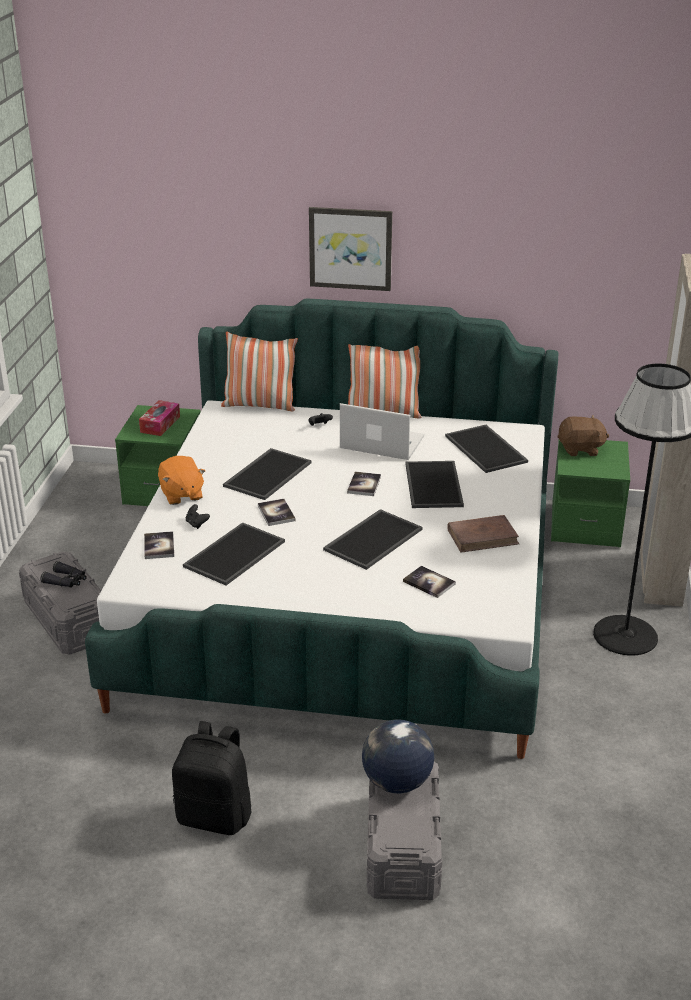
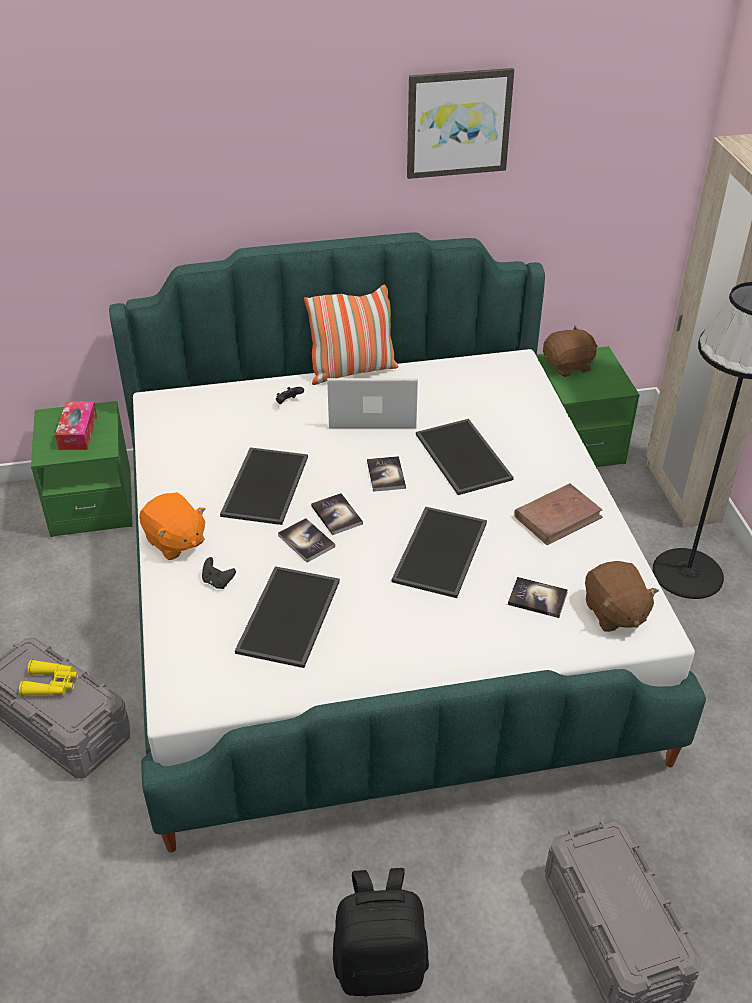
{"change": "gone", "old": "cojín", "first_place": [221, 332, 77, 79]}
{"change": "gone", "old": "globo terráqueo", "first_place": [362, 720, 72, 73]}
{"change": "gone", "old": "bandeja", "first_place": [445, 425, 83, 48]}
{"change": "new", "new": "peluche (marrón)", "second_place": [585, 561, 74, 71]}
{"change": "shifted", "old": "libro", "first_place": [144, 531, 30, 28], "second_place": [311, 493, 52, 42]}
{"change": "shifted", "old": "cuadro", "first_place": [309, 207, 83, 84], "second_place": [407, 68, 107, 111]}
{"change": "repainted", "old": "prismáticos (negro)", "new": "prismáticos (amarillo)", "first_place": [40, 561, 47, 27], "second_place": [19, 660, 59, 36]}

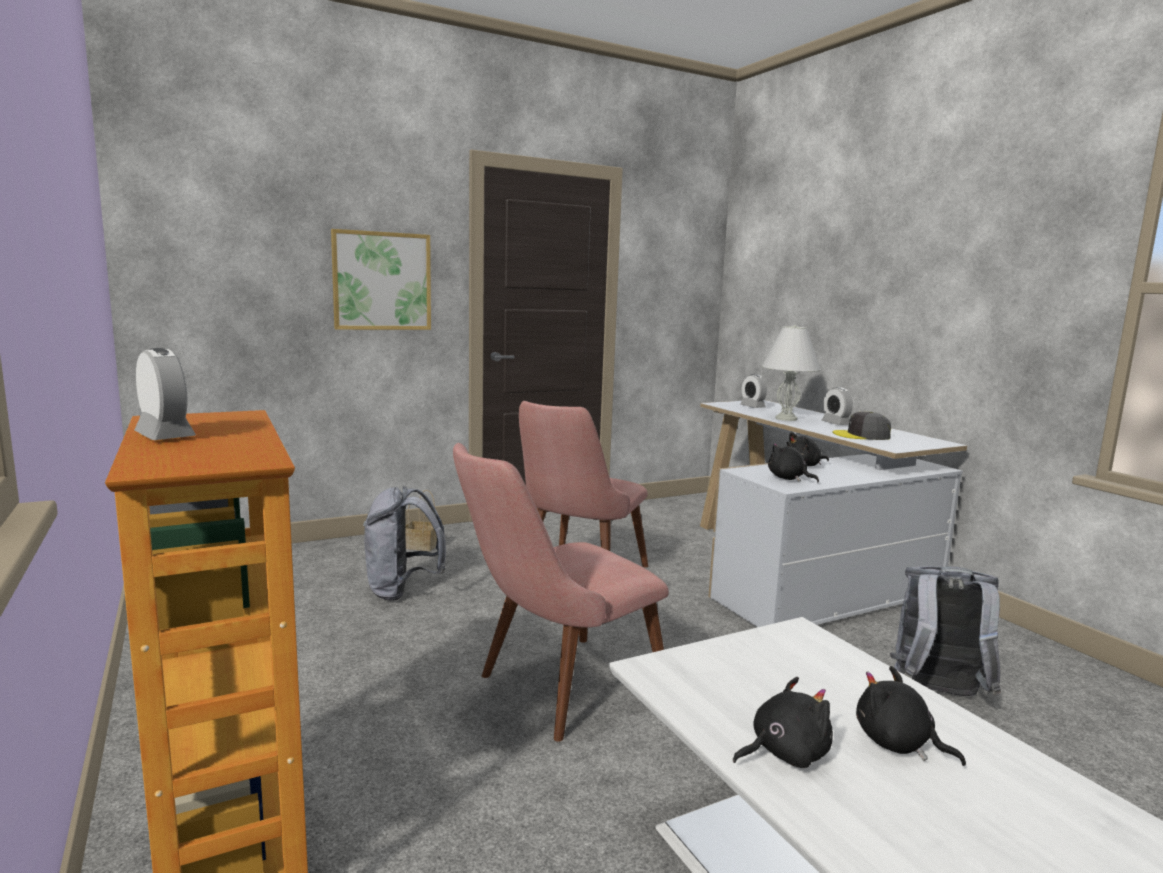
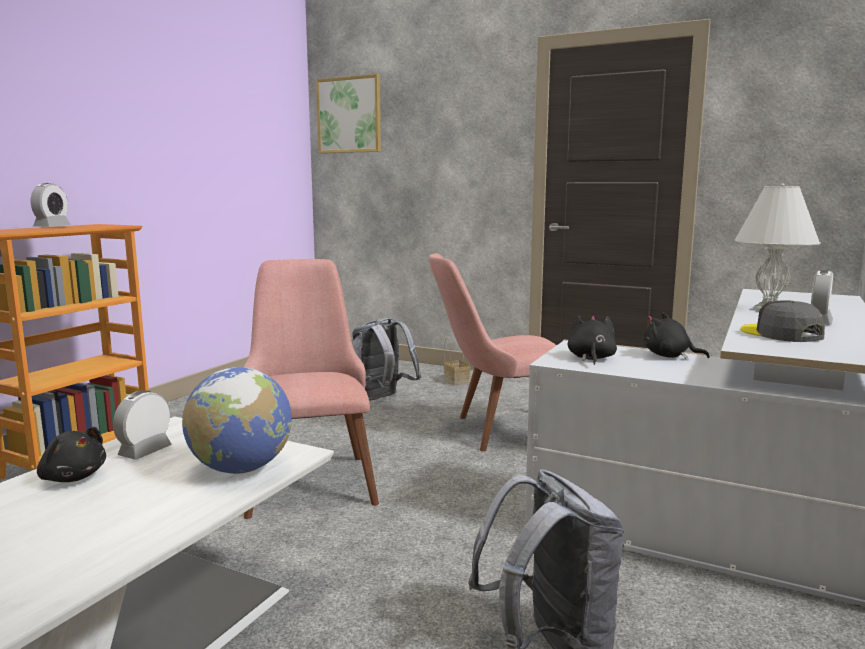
{"change": "gone", "old": "peluche (negro)", "first_place": [856, 666, 110, 100]}
{"change": "new", "new": "globo terráqueo", "second_place": [182, 367, 110, 107]}
{"change": "shifted", "old": "cuadro", "first_place": [331, 229, 100, 101], "second_place": [316, 74, 65, 79]}
{"change": "shifted", "old": "despertador", "first_place": [740, 374, 27, 34], "second_place": [113, 390, 59, 70]}
{"change": "rotated", "old": "silla (rosa)", "first_place": [453, 443, 216, 299], "second_place": [243, 259, 136, 260], "degrees": 60}

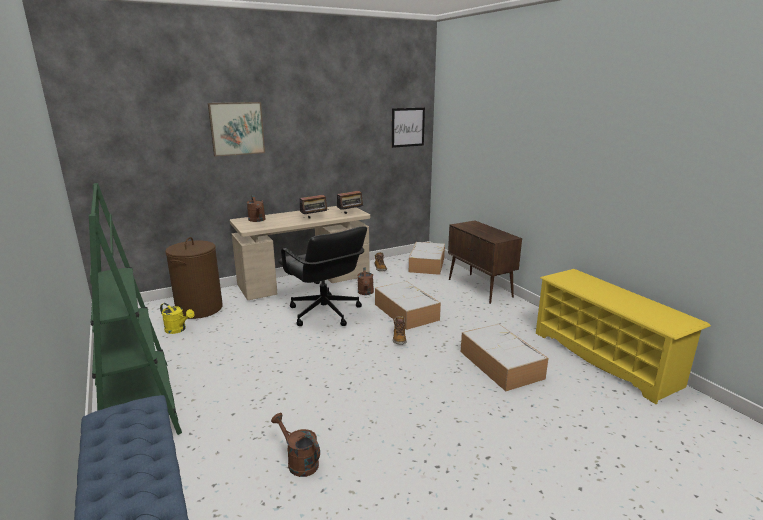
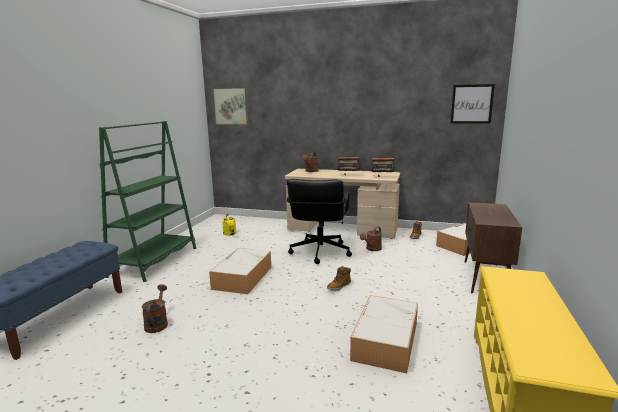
{"change": "gone", "old": "cesto de la ropa (marrón)", "first_place": [165, 237, 58, 82]}
{"change": "shifted", "old": "cuadro", "first_place": [208, 102, 57, 55], "second_place": [212, 87, 37, 38]}
{"change": "shifted", "old": "caja de almacenaje", "first_place": [375, 281, 66, 49], "second_place": [209, 248, 62, 46]}

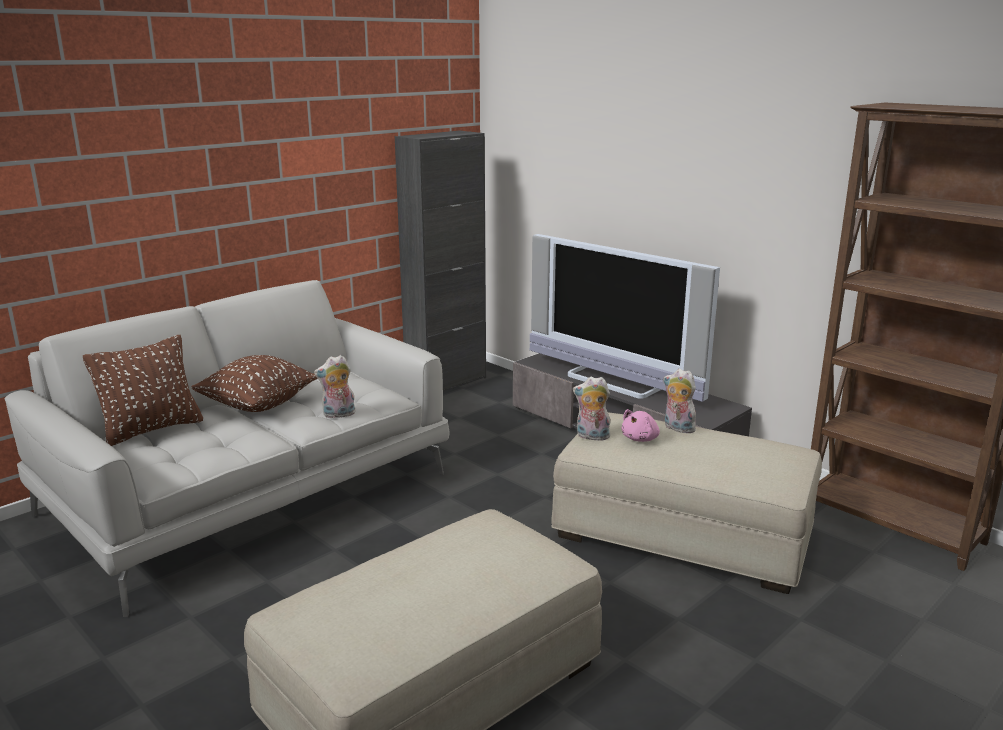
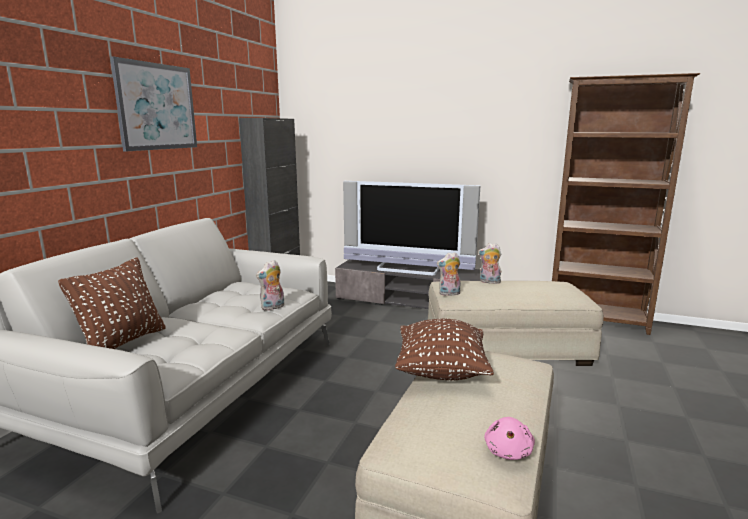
{"change": "new", "new": "cuadro", "second_place": [110, 56, 87, 95]}
{"change": "shifted", "old": "cojín (marrón)", "first_place": [191, 355, 127, 57], "second_place": [395, 319, 99, 61]}
{"change": "shifted", "old": "peluche (rosa)", "first_place": [621, 409, 39, 33], "second_place": [484, 417, 51, 43]}

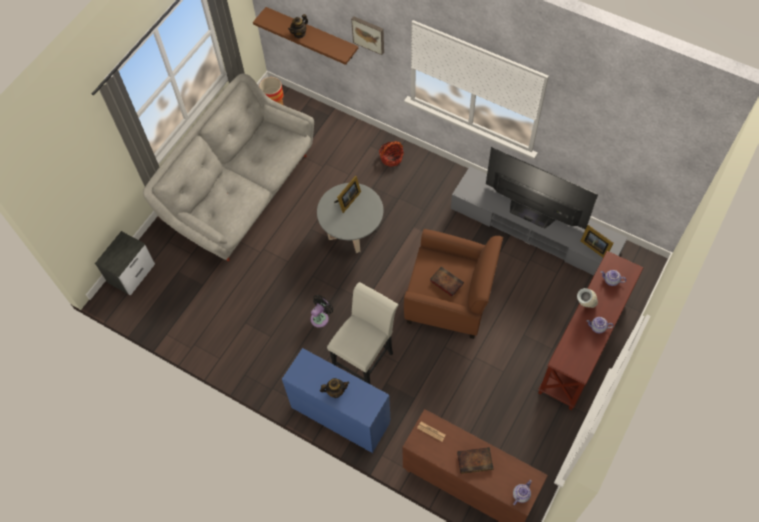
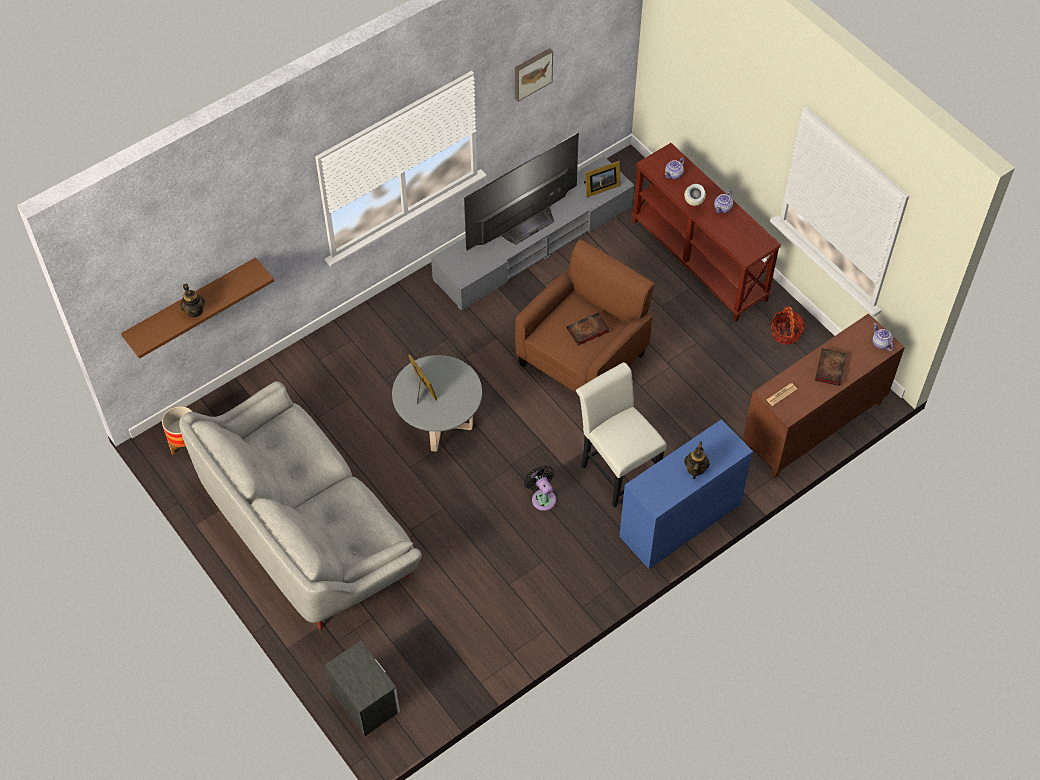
{"change": "shifted", "old": "cuadro", "first_place": [351, 16, 33, 39], "second_place": [515, 48, 38, 53]}
{"change": "shifted", "old": "cesta", "first_place": [379, 141, 25, 26], "second_place": [771, 306, 34, 39]}

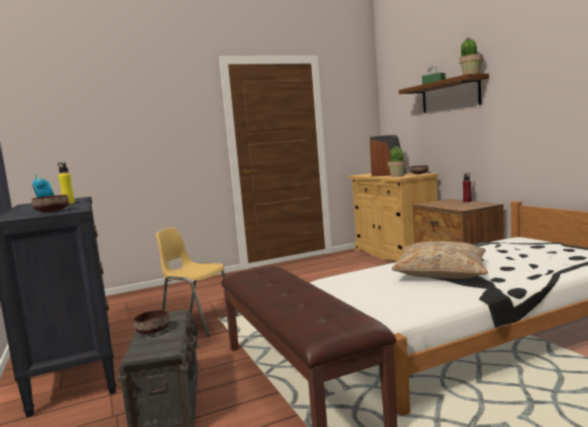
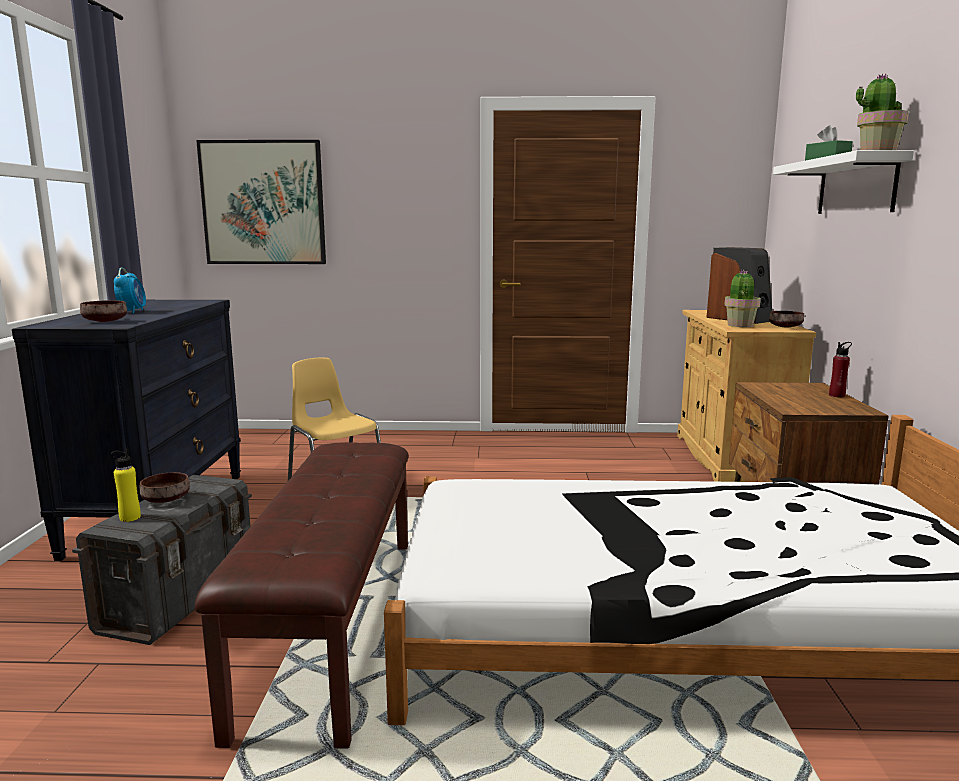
{"change": "gone", "old": "cojín (beis)", "first_place": [392, 241, 96, 38]}
{"change": "new", "new": "cuadro", "second_place": [196, 140, 130, 124]}
{"change": "shifted", "old": "botella (amarillo)", "first_place": [58, 163, 17, 41], "second_place": [111, 449, 30, 73]}
{"change": "repainted", "old": "estante (marrón)", "new": "estante (blanco)", "first_place": [399, 74, 90, 39], "second_place": [773, 150, 141, 64]}

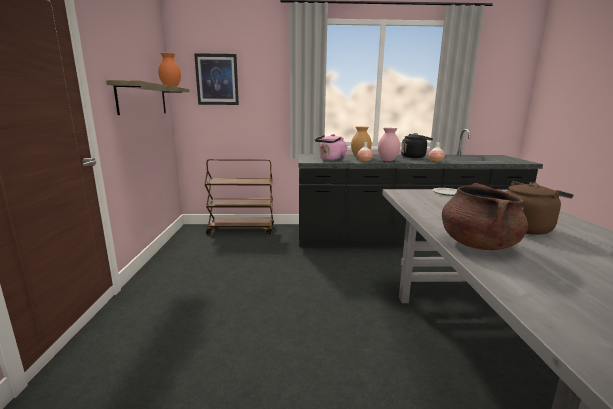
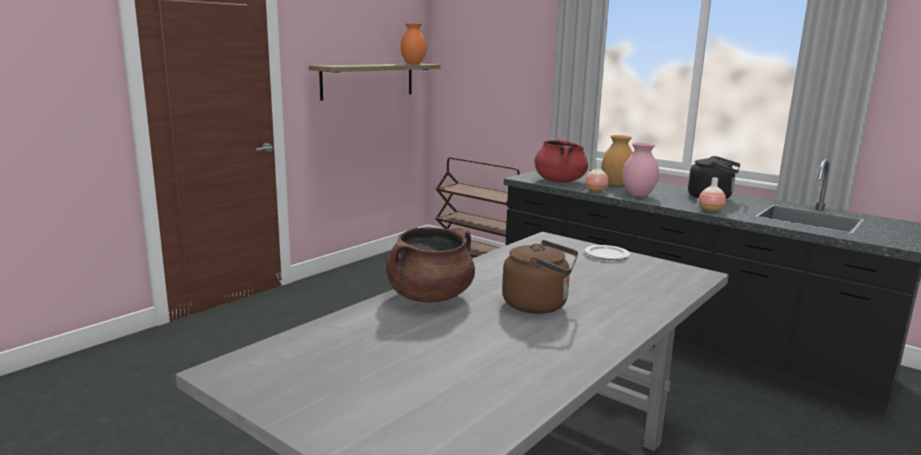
{"change": "gone", "old": "cuadro", "first_place": [194, 53, 45, 52]}
{"change": "swapped", "old": "hervidor (rosa)", "new": "olla (rojo)", "first_place": [315, 134, 33, 27], "second_place": [534, 138, 54, 45]}

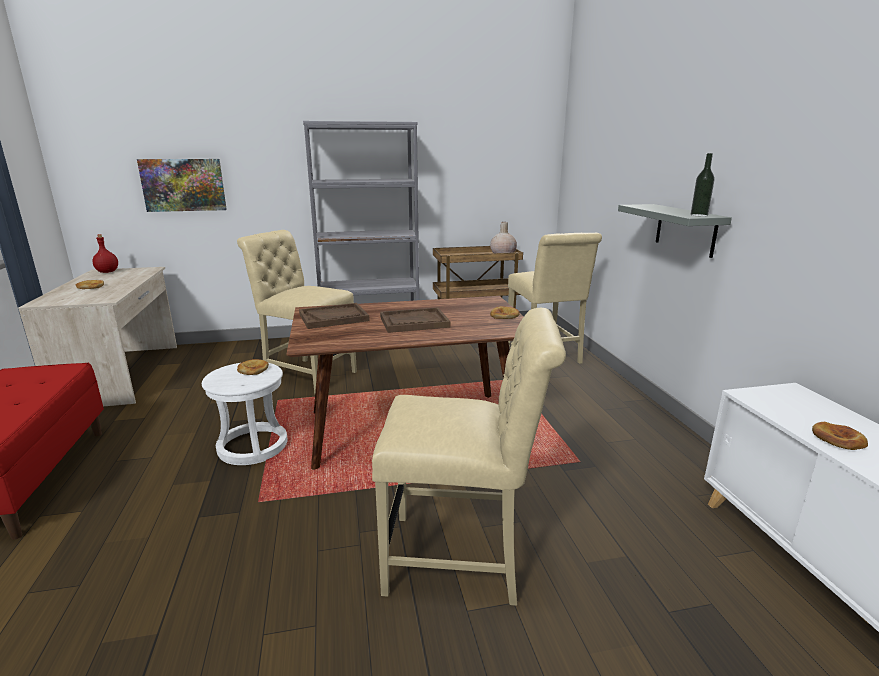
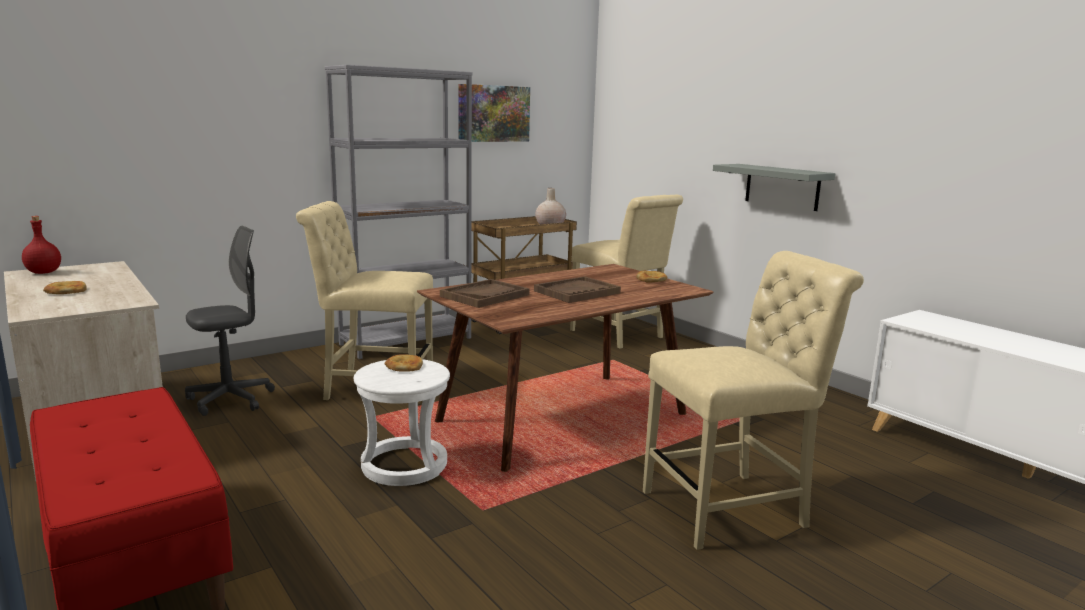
{"change": "gone", "old": "botella", "first_place": [691, 153, 24, 64]}
{"change": "gone", "old": "pan", "first_place": [812, 422, 56, 28]}
{"change": "new", "new": "silla de oficina (gris)", "second_place": [185, 226, 90, 190]}
{"change": "shifted", "old": "cuadro", "first_place": [137, 159, 90, 53], "second_place": [458, 84, 72, 58]}

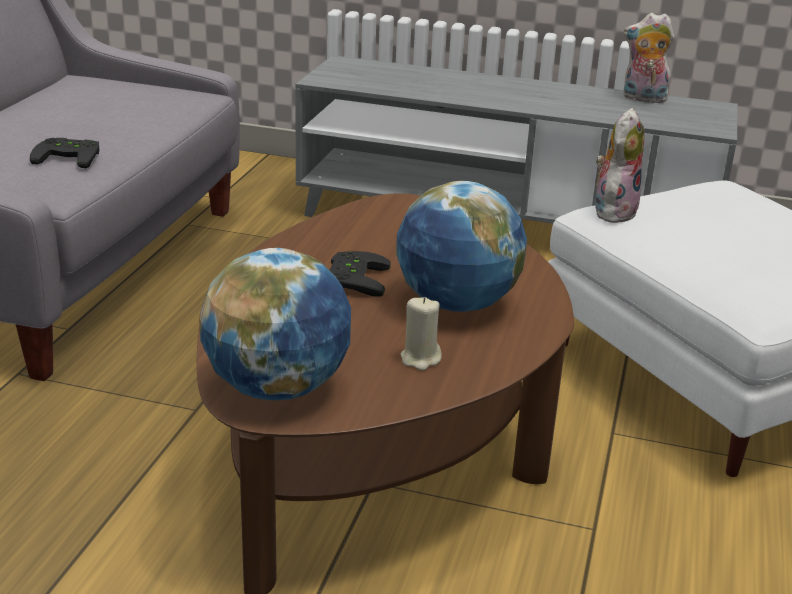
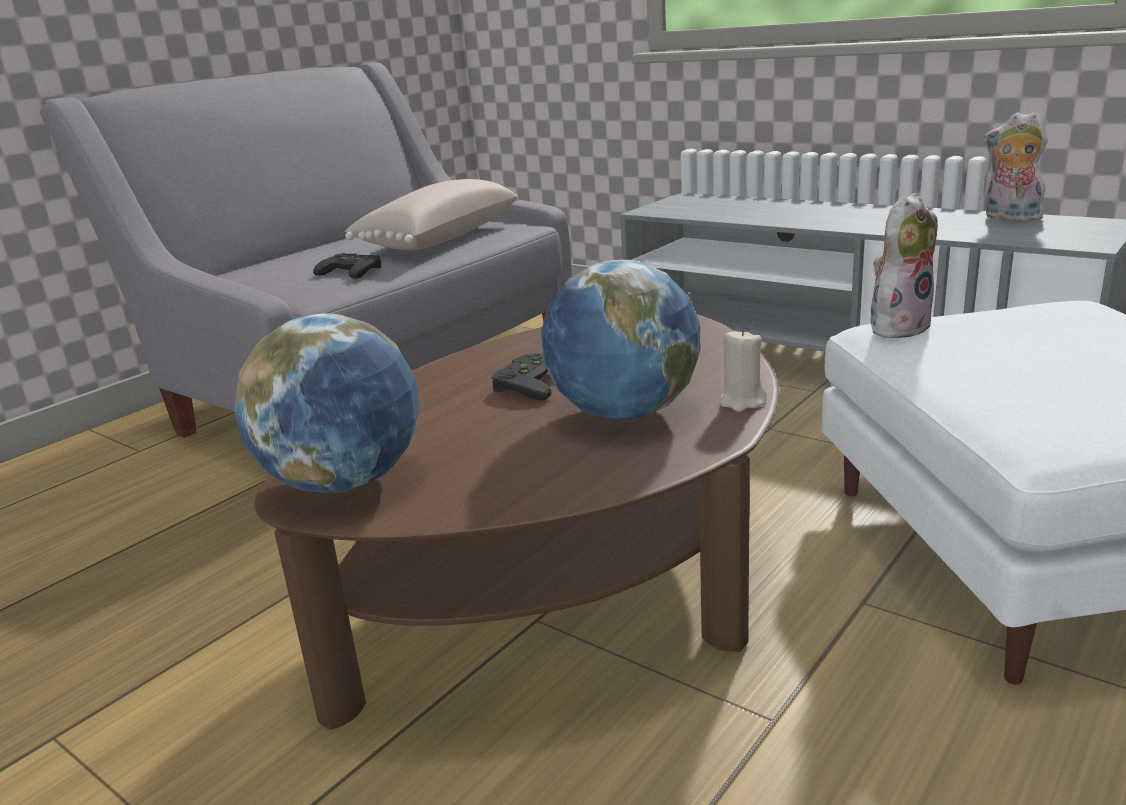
{"change": "new", "new": "cojín (beis)", "second_place": [345, 179, 173, 71]}
{"change": "shifted", "old": "vela (beis)", "first_place": [401, 297, 41, 74], "second_place": [720, 329, 47, 83]}

